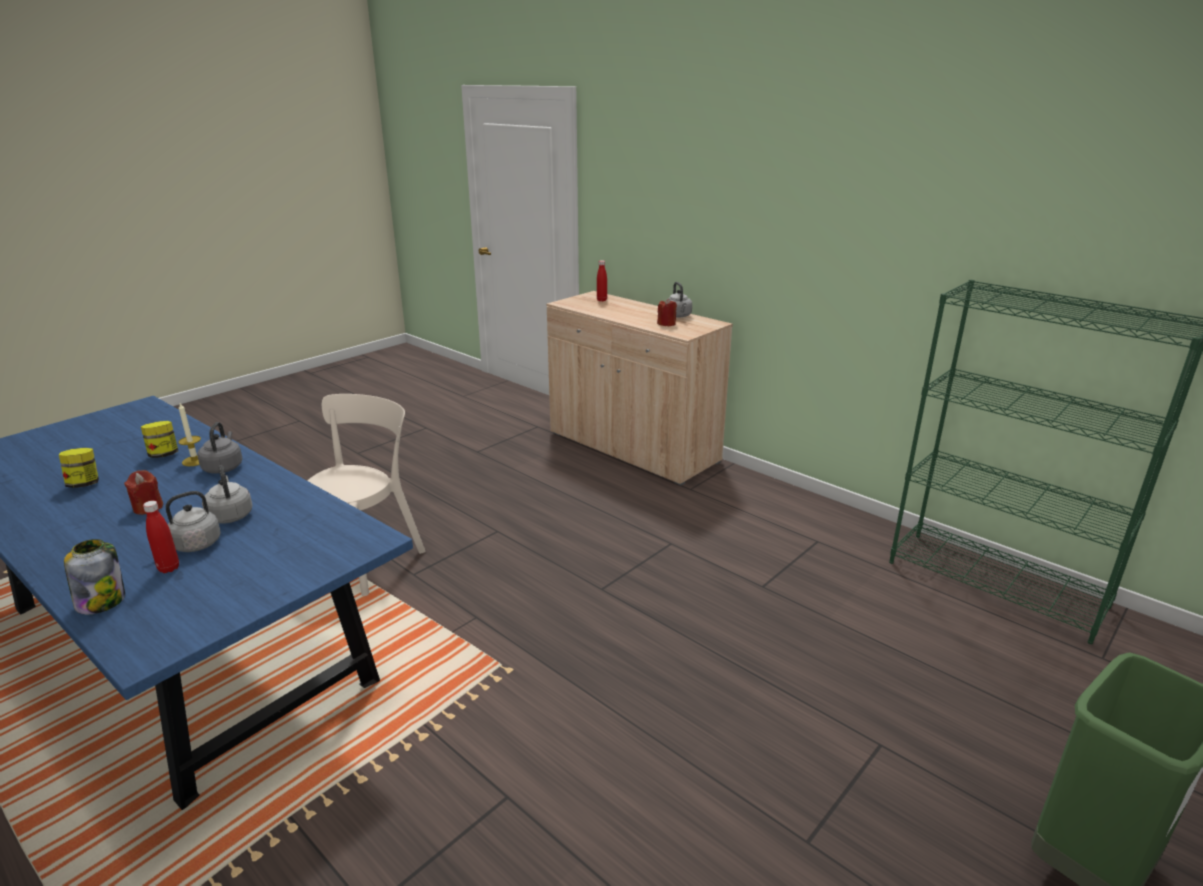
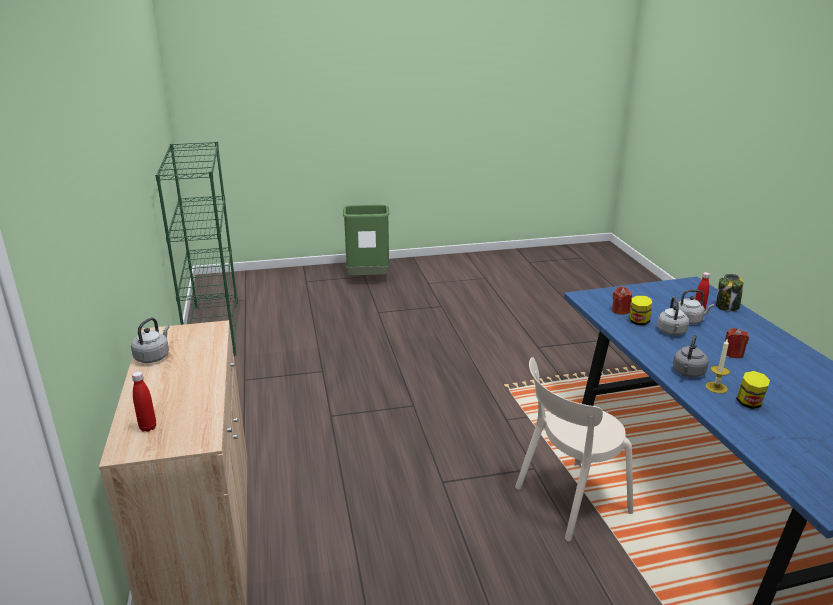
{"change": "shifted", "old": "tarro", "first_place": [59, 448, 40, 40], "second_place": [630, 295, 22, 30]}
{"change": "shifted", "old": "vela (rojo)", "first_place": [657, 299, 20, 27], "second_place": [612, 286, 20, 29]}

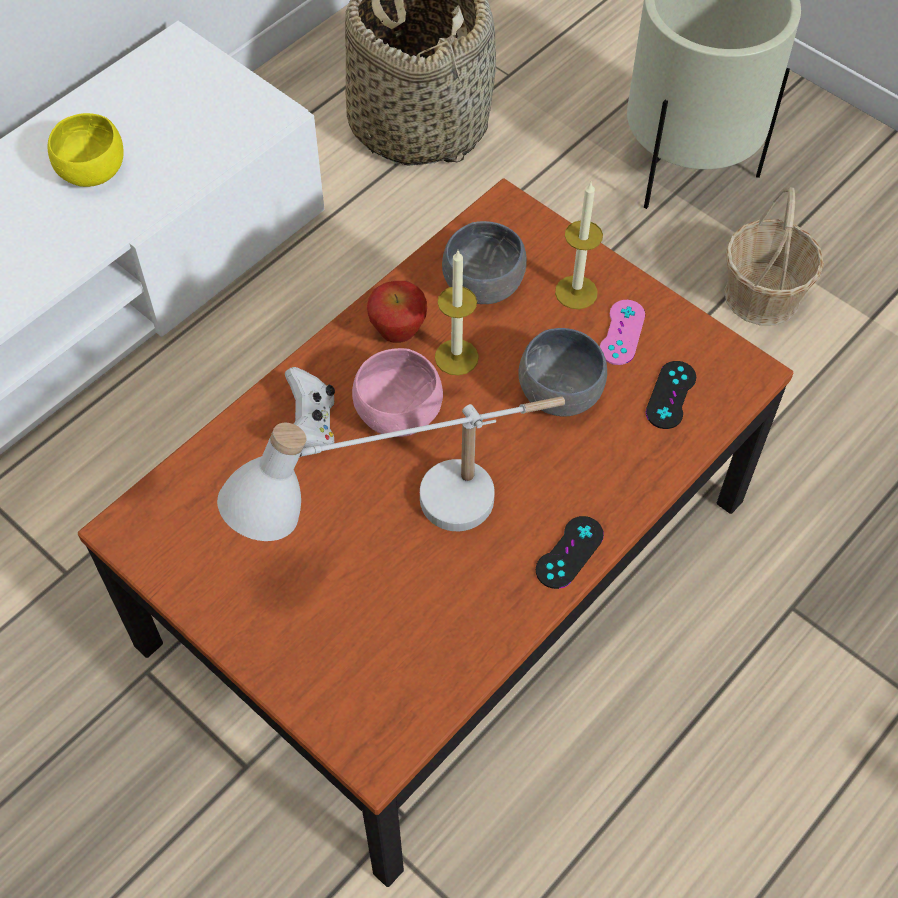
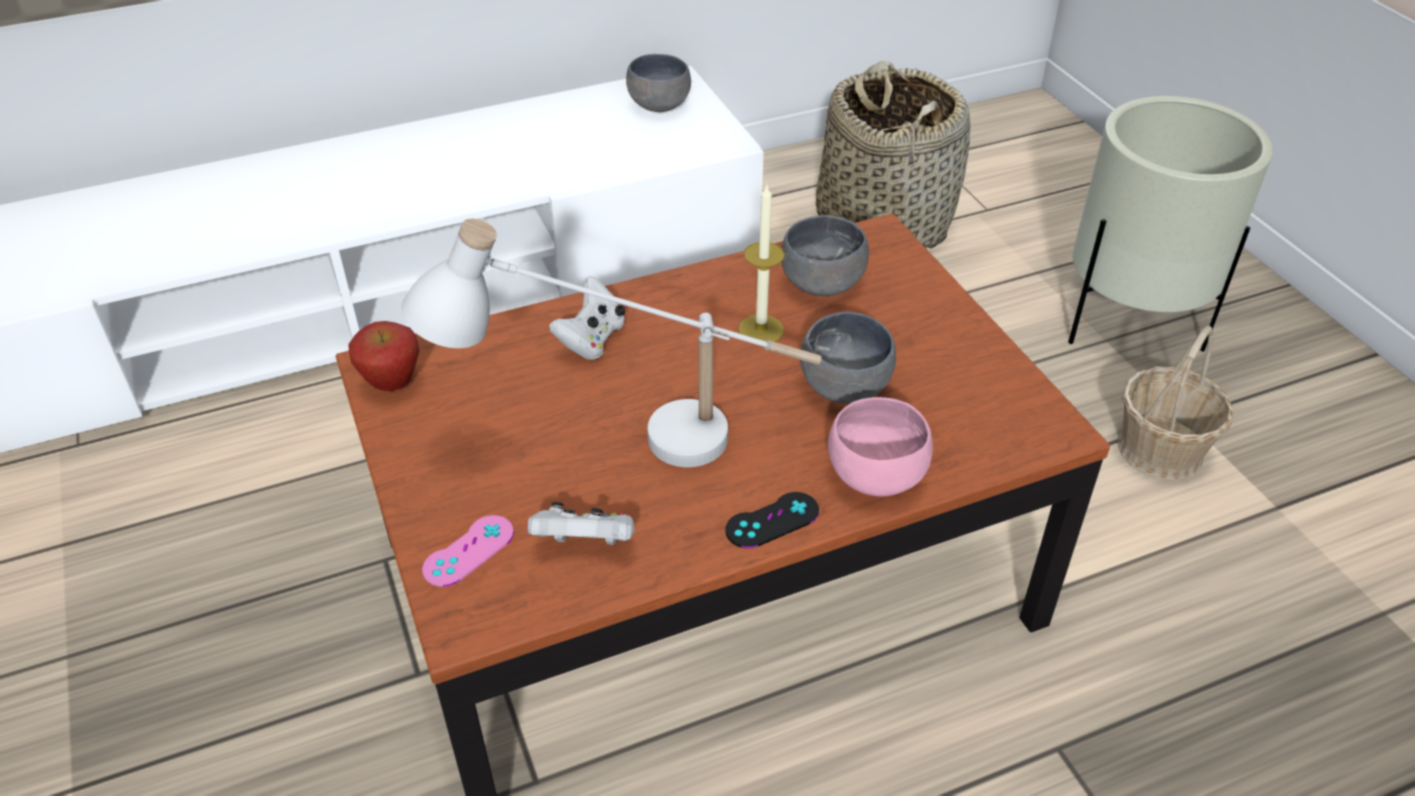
{"change": "gone", "old": "cuenco (amarillo)", "first_place": [48, 113, 76, 74]}
{"change": "gone", "old": "vela", "first_place": [555, 182, 48, 127]}
{"change": "gone", "old": "mando de consola (negro)", "first_place": [646, 361, 50, 68]}
{"change": "new", "new": "mando de consola (blanco)", "second_place": [528, 502, 107, 43]}
{"change": "new", "new": "cuenco (gris)", "second_place": [626, 54, 65, 58]}
{"change": "shifted", "old": "cuenco (rosa)", "first_place": [352, 348, 91, 89], "second_place": [828, 397, 105, 99]}
{"change": "shifted", "old": "manzana", "first_place": [367, 281, 60, 62], "second_place": [348, 321, 71, 70]}
{"change": "shifted", "old": "mando de consola (rosa)", "first_place": [600, 300, 45, 65], "second_place": [422, 515, 92, 72]}

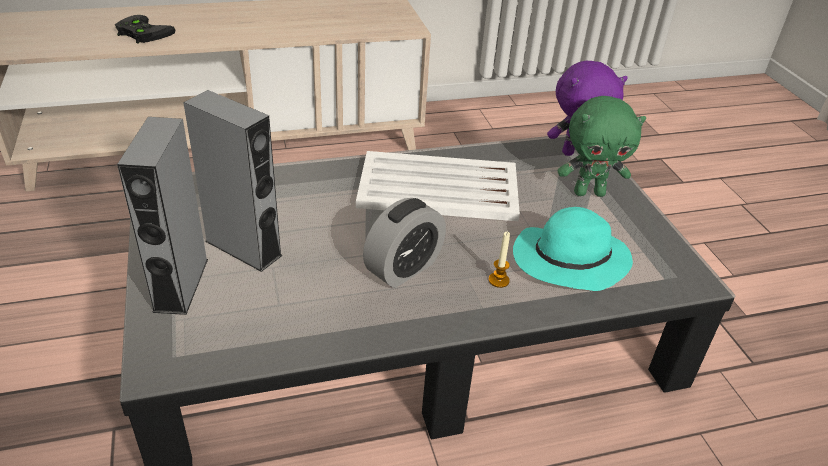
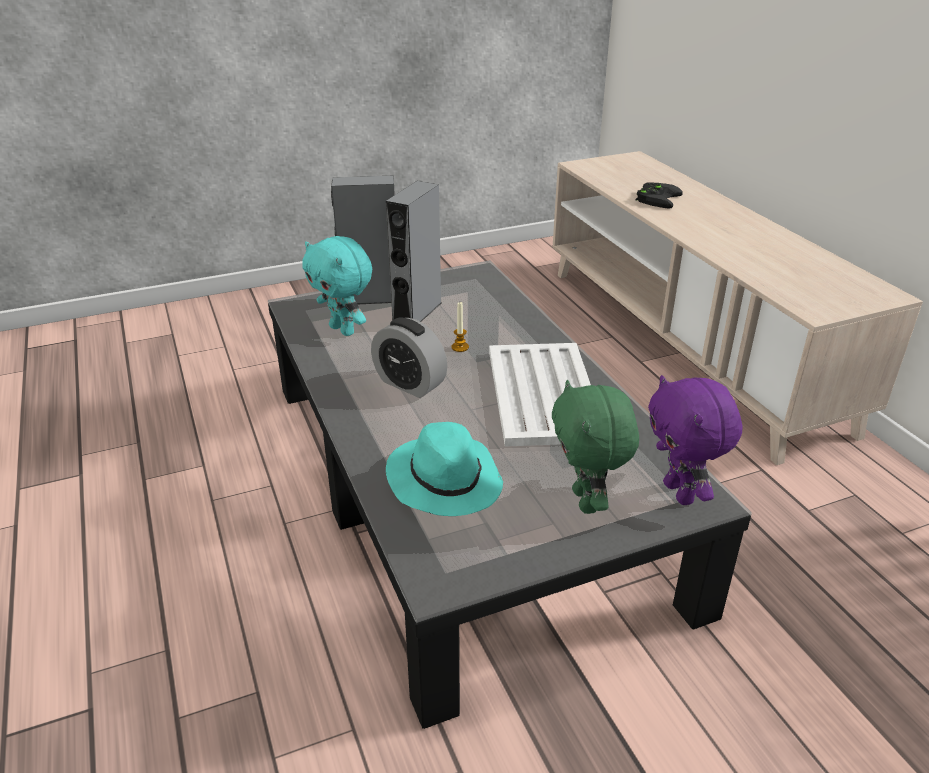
{"change": "new", "new": "peluche (turquesa)", "second_place": [303, 236, 69, 100]}
{"change": "shifted", "old": "vela", "first_place": [489, 232, 21, 56], "second_place": [452, 302, 17, 50]}

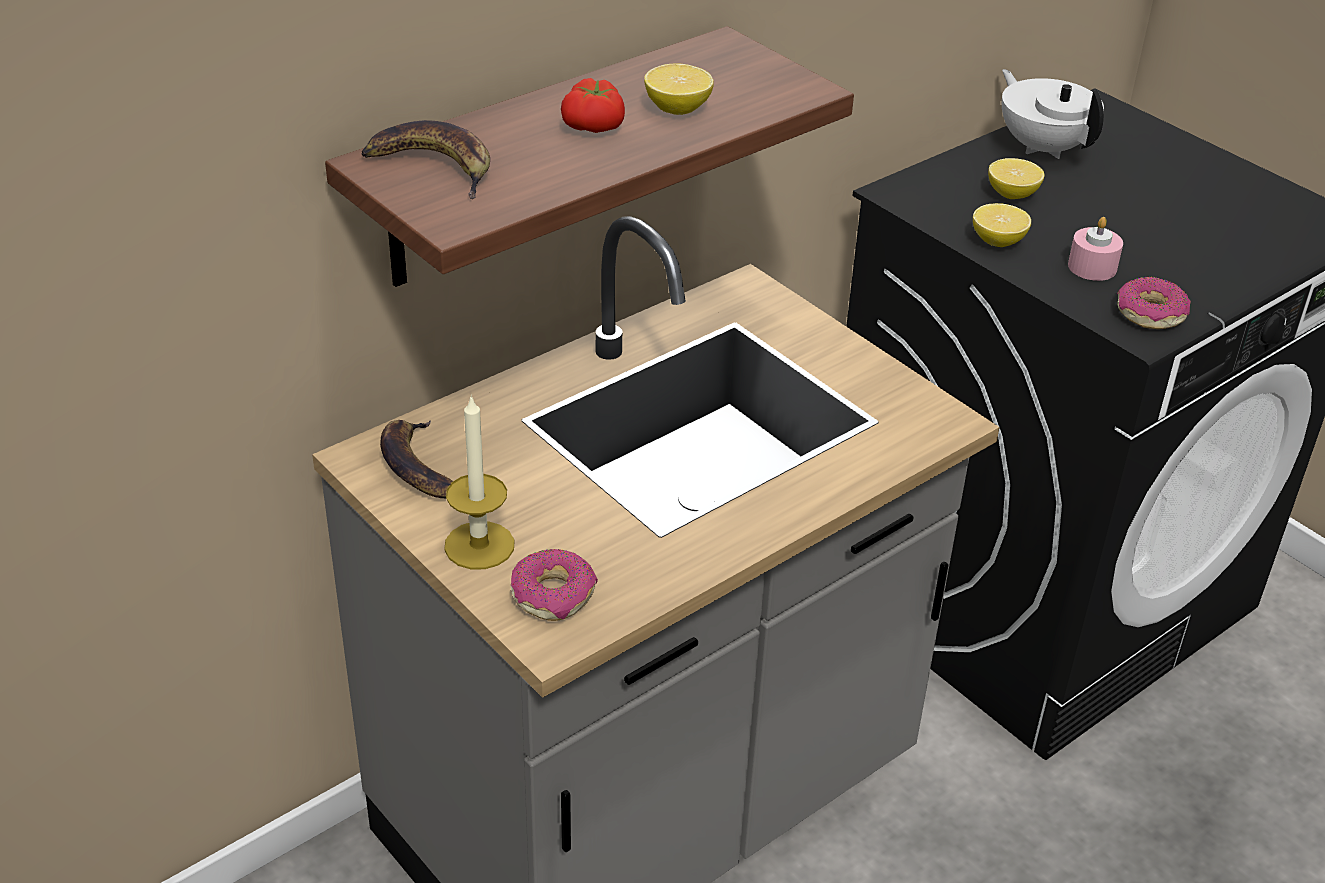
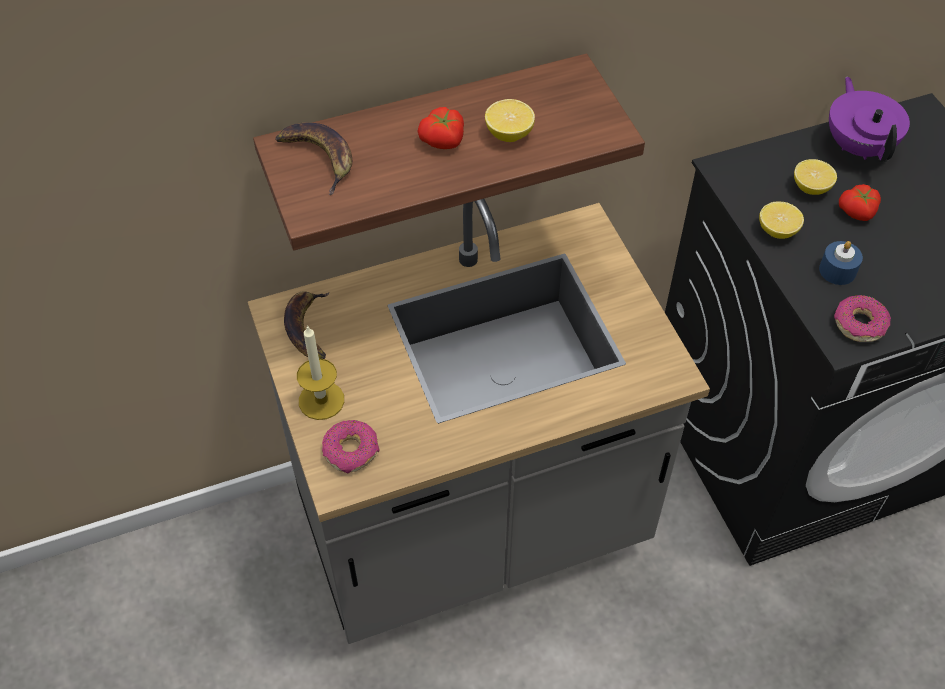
{"change": "new", "new": "tomate", "second_place": [839, 184, 42, 37]}
{"change": "repainted", "old": "tetera (blanco)", "new": "tetera (morado)", "first_place": [1002, 69, 102, 90], "second_place": [829, 77, 81, 85]}
{"change": "repainted", "old": "vela (rosa)", "new": "vela (azul)", "first_place": [1068, 217, 55, 64], "second_place": [819, 241, 44, 44]}

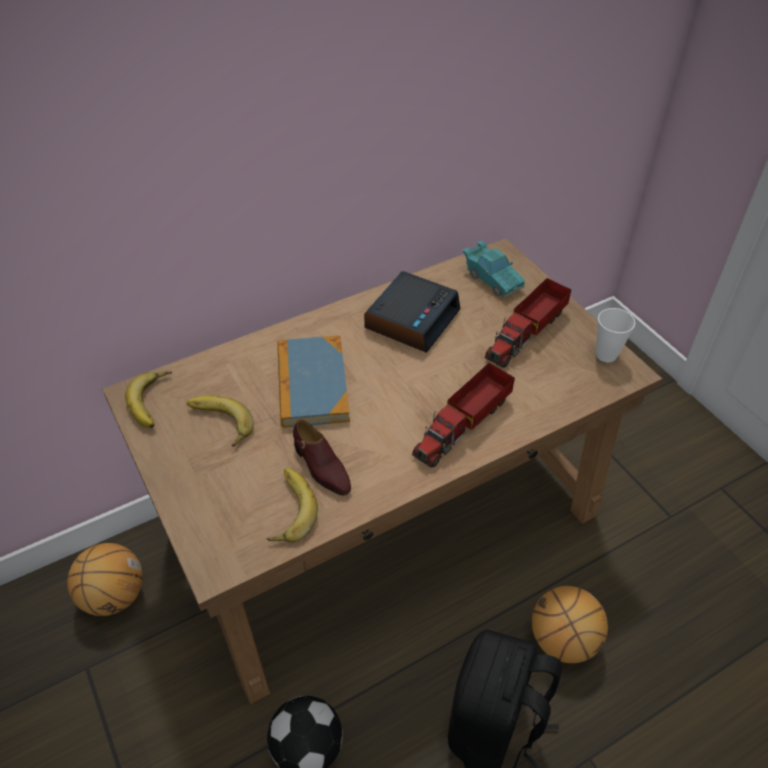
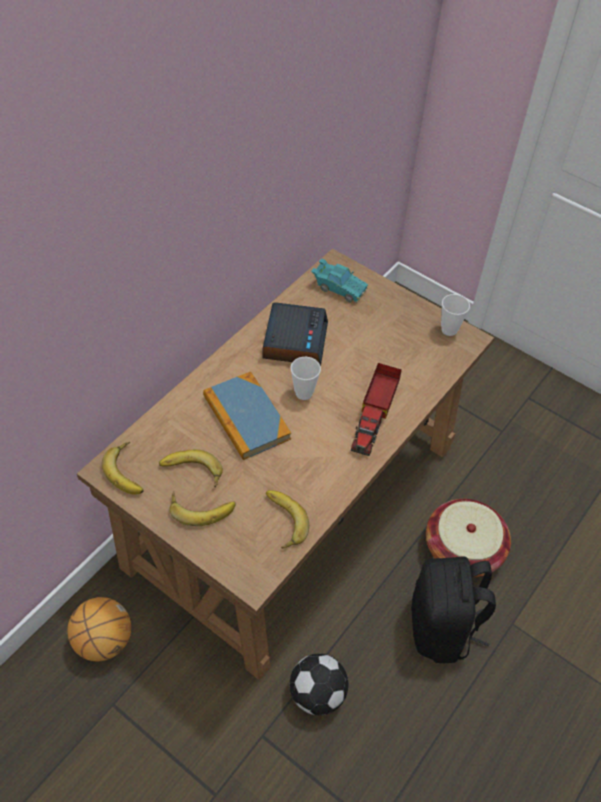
{"change": "gone", "old": "zapato (marrón)", "first_place": [293, 419, 58, 77]}
{"change": "gone", "old": "camión de juguete", "first_place": [485, 278, 86, 90]}
{"change": "new", "new": "plátano", "second_place": [169, 492, 67, 34]}
{"change": "new", "new": "taza", "second_place": [290, 357, 31, 43]}
{"change": "swapped", "old": "balón de baloncesto", "new": "cesta", "first_place": [532, 586, 76, 77], "second_place": [426, 499, 85, 78]}

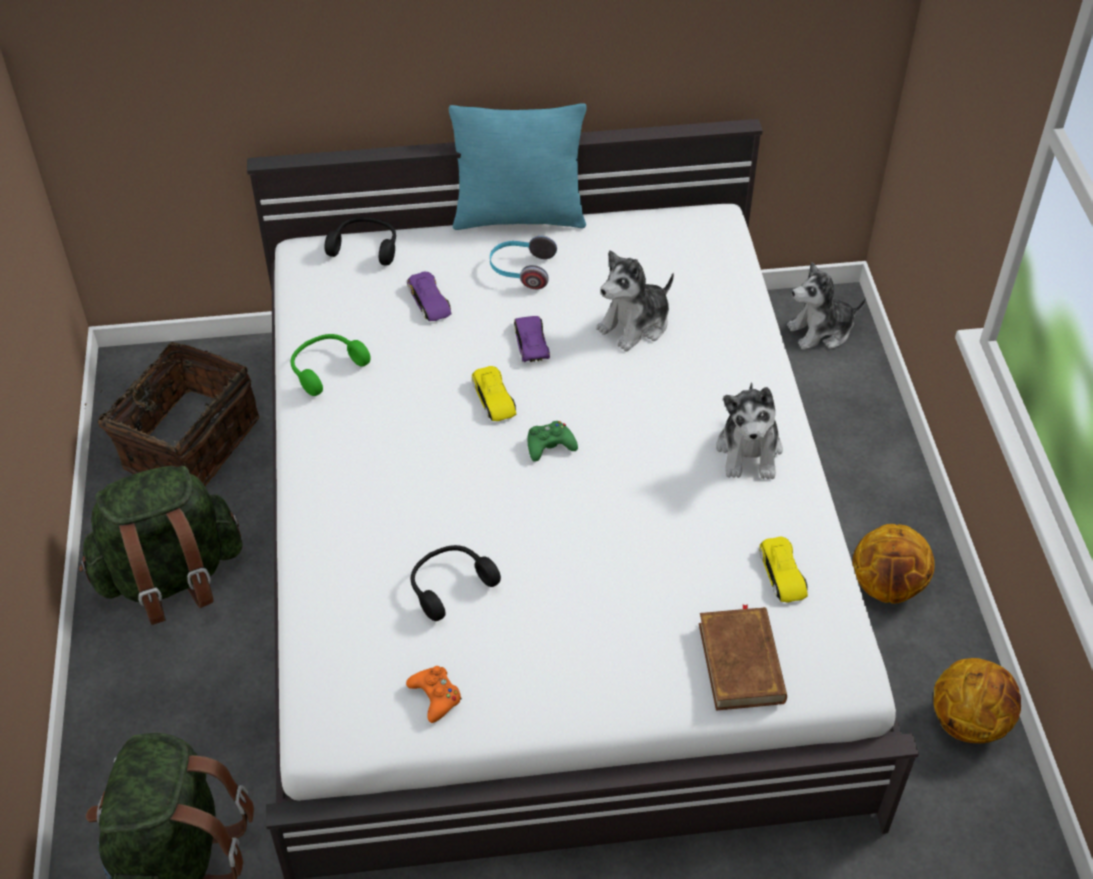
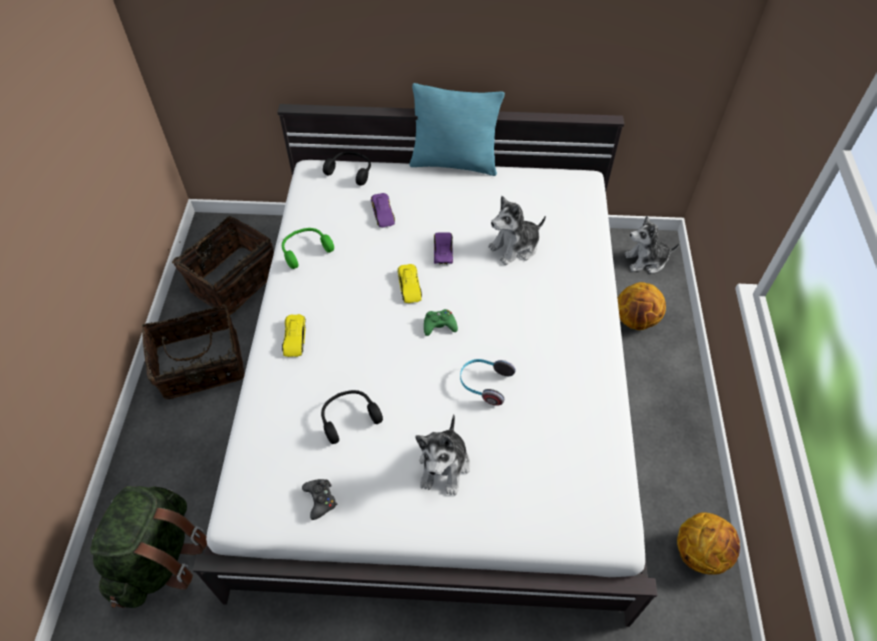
{"change": "gone", "old": "libro (marrón)", "first_place": [699, 604, 88, 107]}
{"change": "shifted", "old": "auriculares", "first_place": [490, 236, 67, 53], "second_place": [460, 359, 56, 47]}
{"change": "shifted", "old": "peluche", "first_place": [716, 382, 67, 97], "second_place": [415, 415, 55, 81]}
{"change": "shifted", "old": "coche de juguete (amarillo)", "first_place": [759, 536, 49, 67], "second_place": [282, 314, 24, 43]}
{"change": "shifted", "old": "balón de baloncesto", "first_place": [853, 524, 82, 80], "second_place": [617, 282, 49, 48]}
{"change": "swapped", "old": "mochila (verde)", "new": "cesta", "first_place": [79, 466, 164, 159], "second_place": [142, 305, 102, 94]}
{"change": "repainted", "old": "mando de consola (naranja)", "new": "mando de consola (negro)", "first_place": [406, 666, 56, 57], "second_place": [302, 479, 36, 41]}

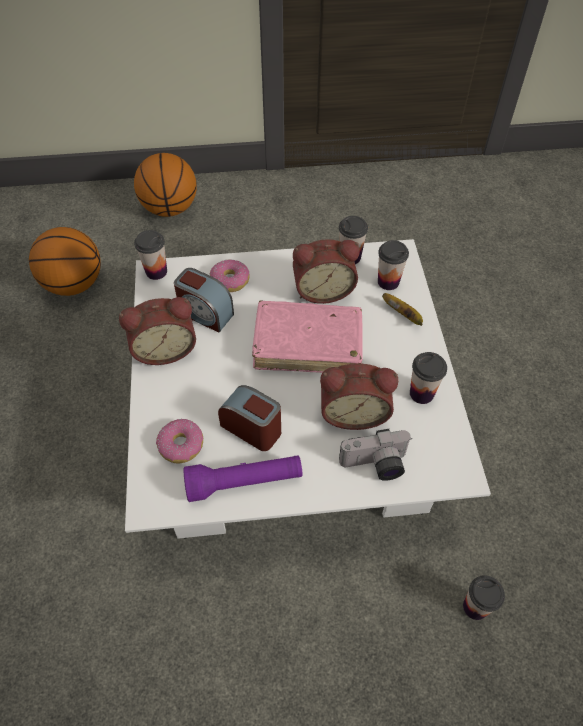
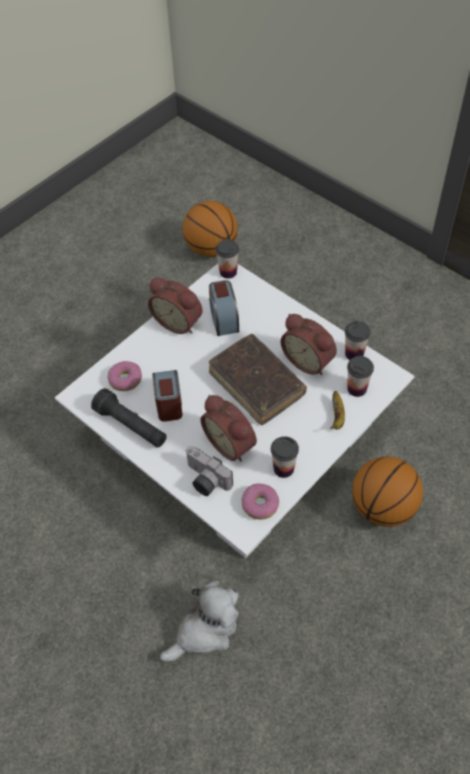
{"change": "shifted", "old": "balón de baloncesto", "first_place": [134, 153, 63, 64], "second_place": [352, 456, 71, 71]}
{"change": "shifted", "old": "rosquilla", "first_place": [210, 260, 39, 32], "second_place": [241, 484, 38, 36]}
{"change": "swapped", "old": "taza", "new": "peluche", "first_place": [463, 575, 42, 45], "second_place": [160, 580, 79, 82]}
{"change": "repainted", "old": "linterna (morado)", "new": "linterna (negro)", "first_place": [184, 456, 119, 46], "second_place": [91, 388, 76, 60]}
{"change": "repainted", "old": "libro (rosa)", "new": "libro (marrón)", "first_place": [252, 301, 111, 72], "second_place": [209, 334, 98, 91]}

